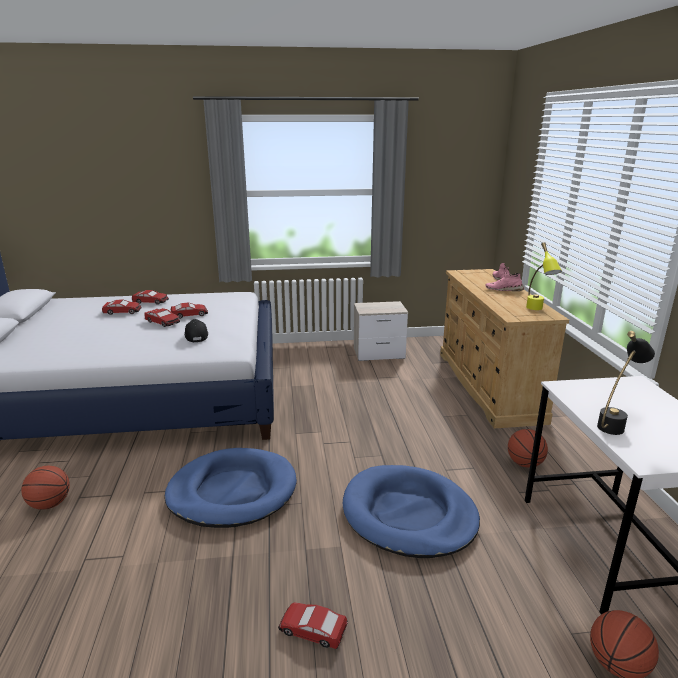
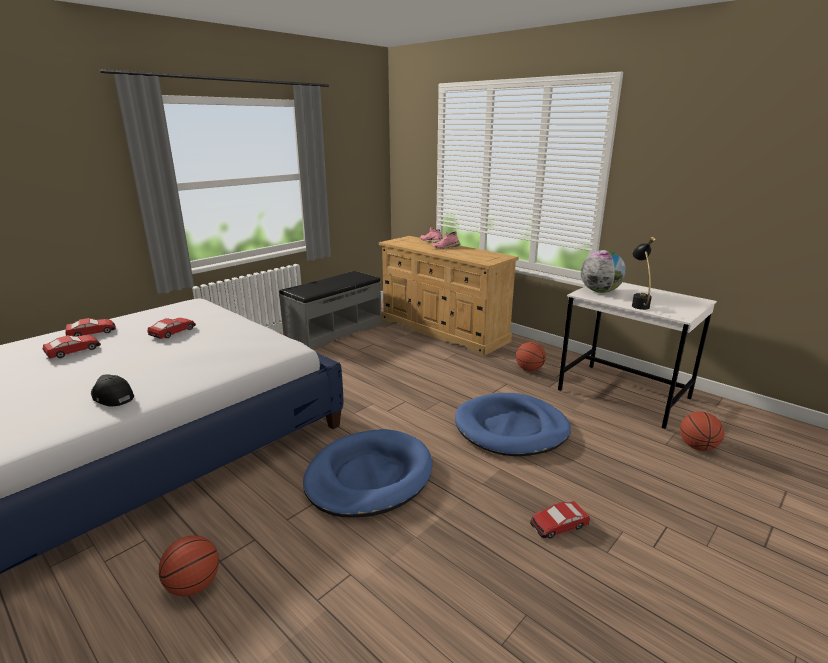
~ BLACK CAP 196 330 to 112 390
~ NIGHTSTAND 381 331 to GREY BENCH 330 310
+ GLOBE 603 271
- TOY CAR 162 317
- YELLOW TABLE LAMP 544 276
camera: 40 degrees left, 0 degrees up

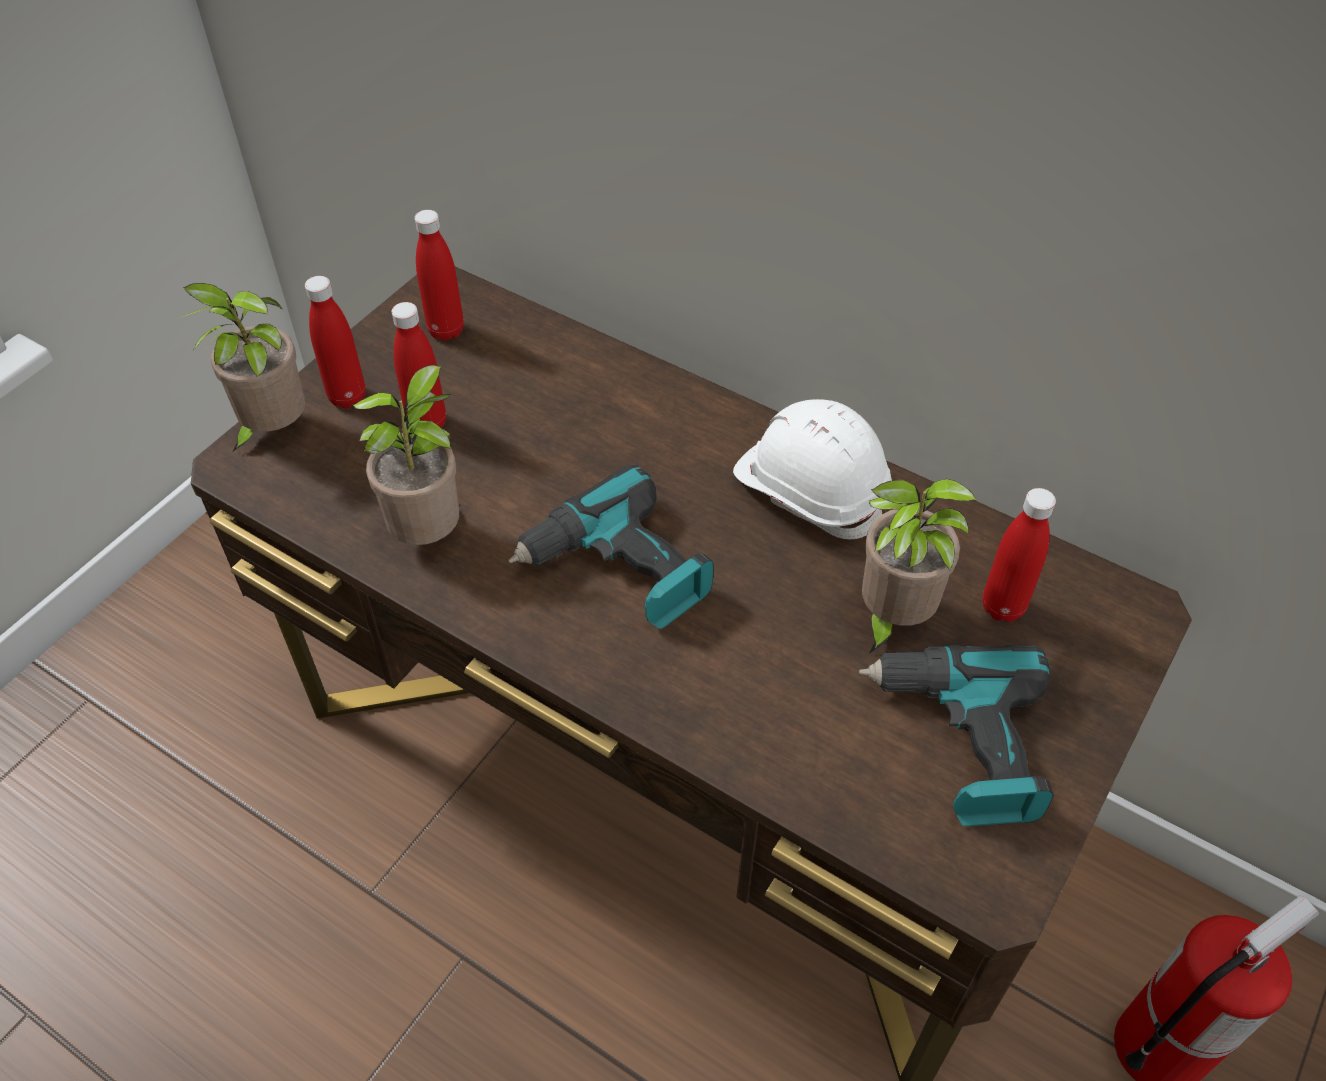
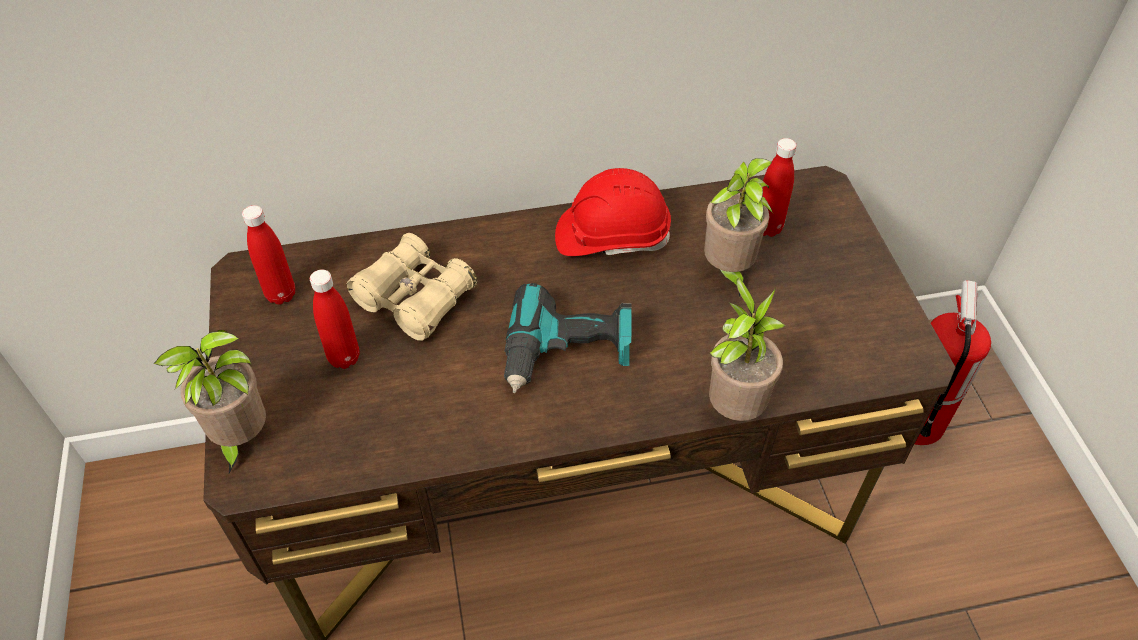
+ BEIGE BINOCULARS 412 287
~ WHITE HARD HAT 812 469 to RED HARD HAT 613 212
~ POTTED PLANT 406 455 to 747 349
- RED BOTTLE 335 342
- POWER DRILL 956 735
camera: 45 degrees left, 0 degrees up

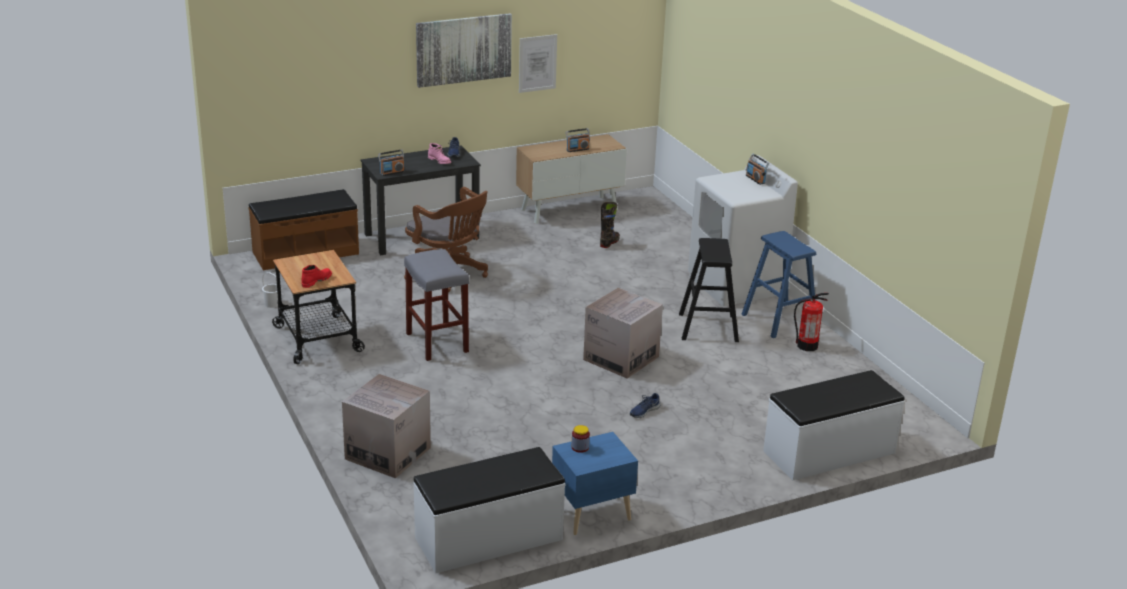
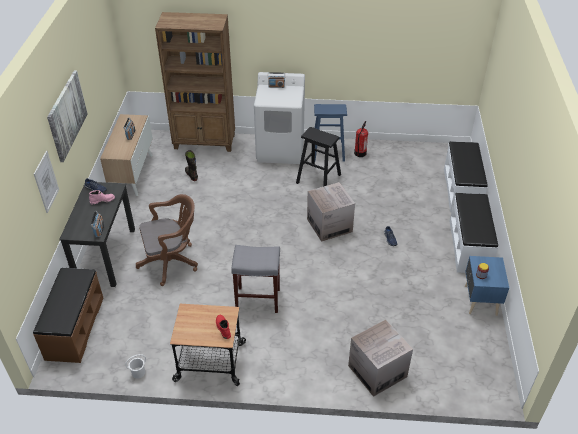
~ PICTURE 538 63 to 46 182
+ BROWN BOOKCASE 195 82
~ WHITE BENCH 489 510 to 473 233
camera: 60 degrees left, 15 degrees up

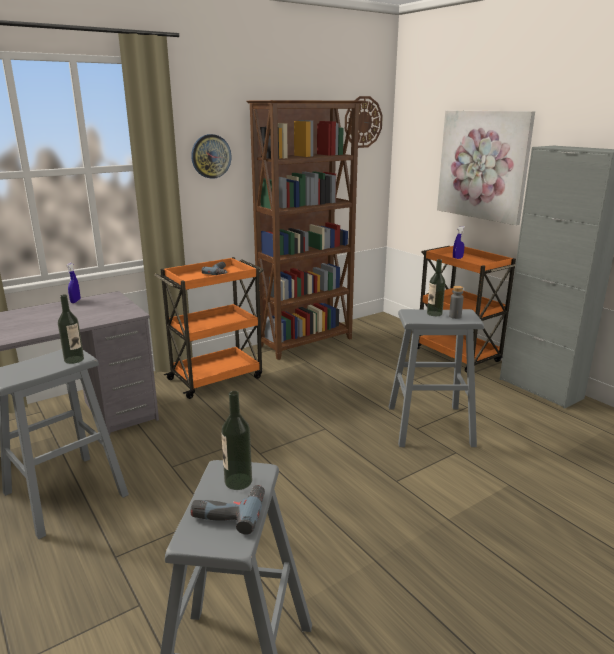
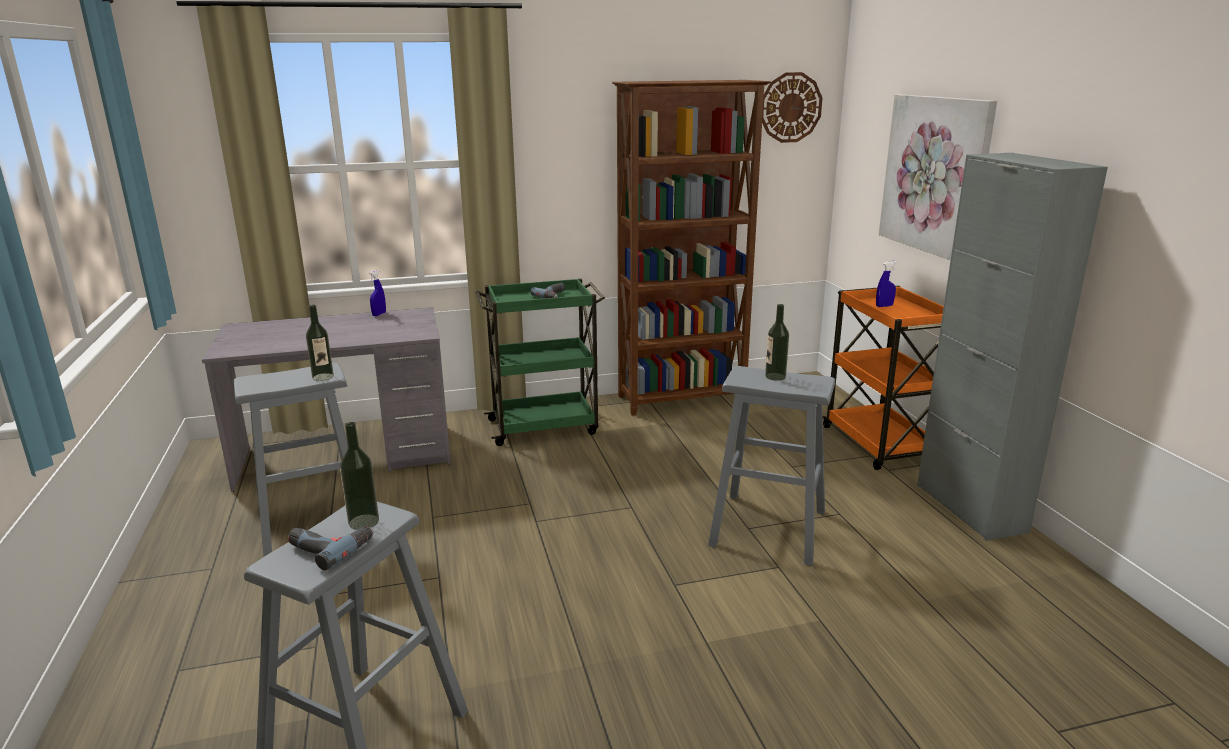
~ ORANGE CART 209 328 to GREEN CART 540 362
- WALL CLOCK 211 156
- GREY BOTTLE 456 302
camera: 20 degrees right, 0 degrees up

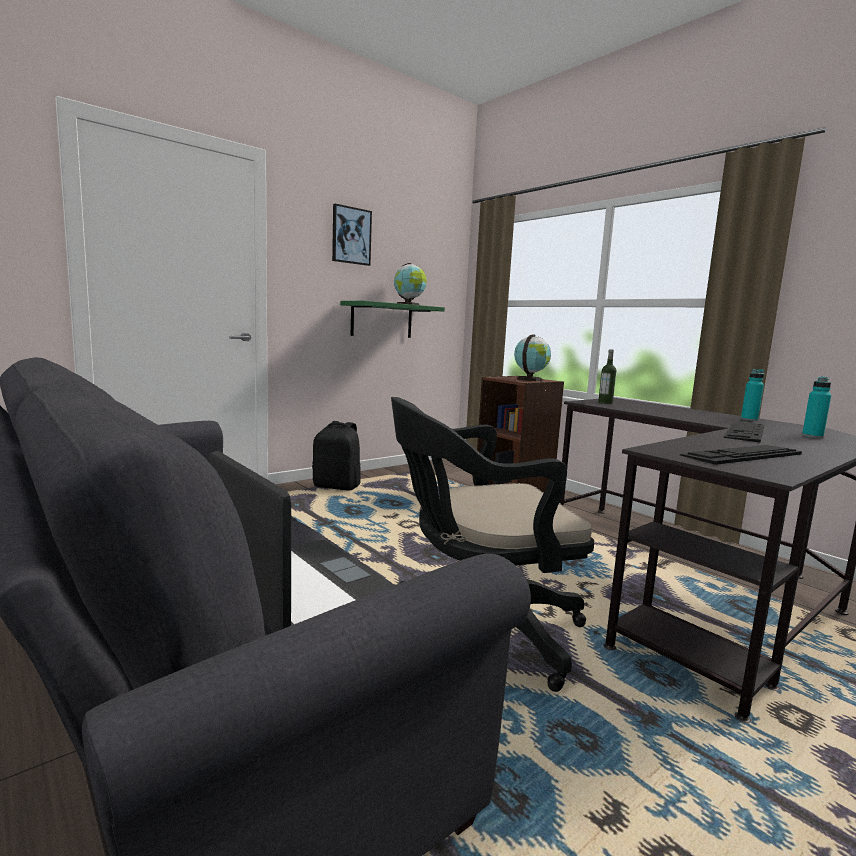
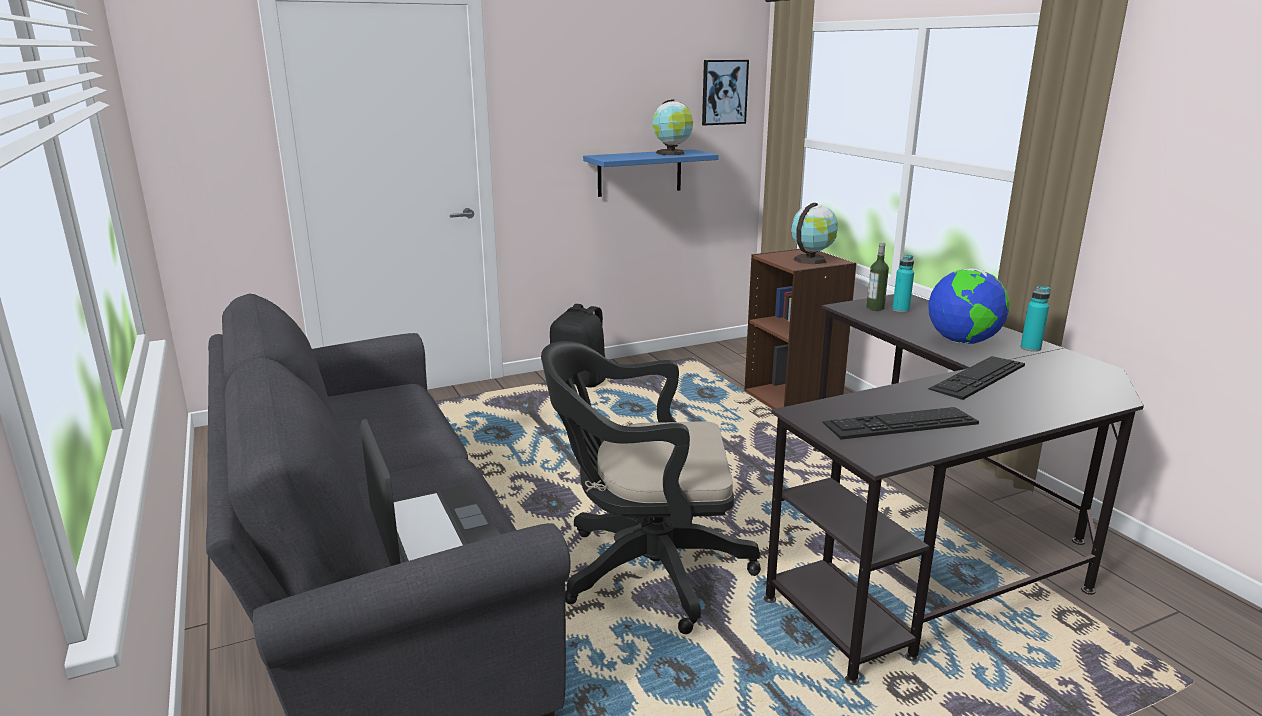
~ GREEN SHELF 392 319 to BLUE SHELF 651 173
~ PICTURE 352 234 to 725 92
~ TURQUOISE BOTTLE 816 407 to 903 284
+ GLOBE 968 306
camera: 15 degrees right, 10 degrees up

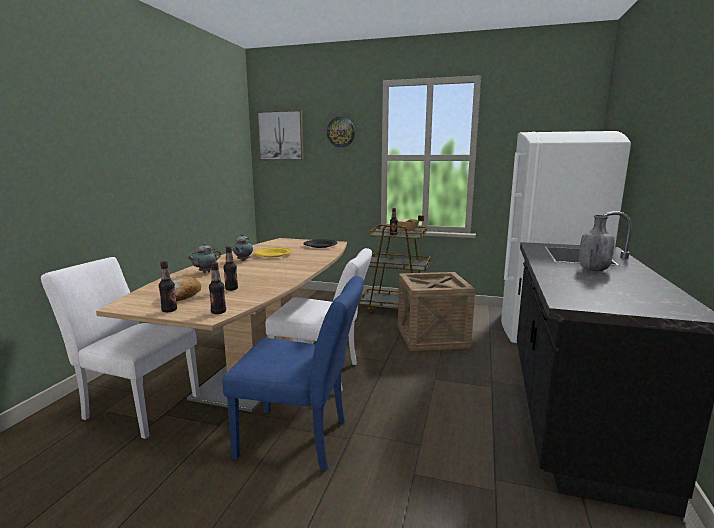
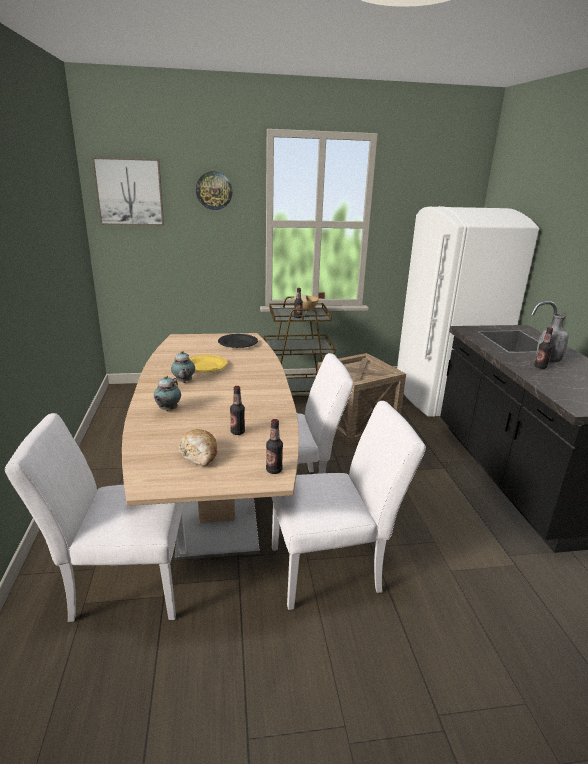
~ BLUE CHAIR 293 373 to WHITE CHAIR 349 505
~ BOTTLE 168 286 to 543 348
camera: 25 degrees left, 10 degrees up

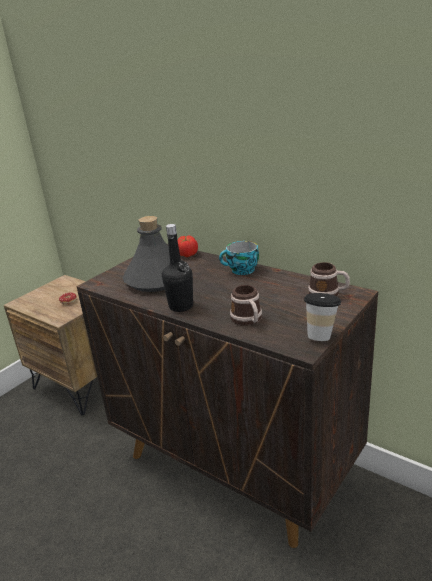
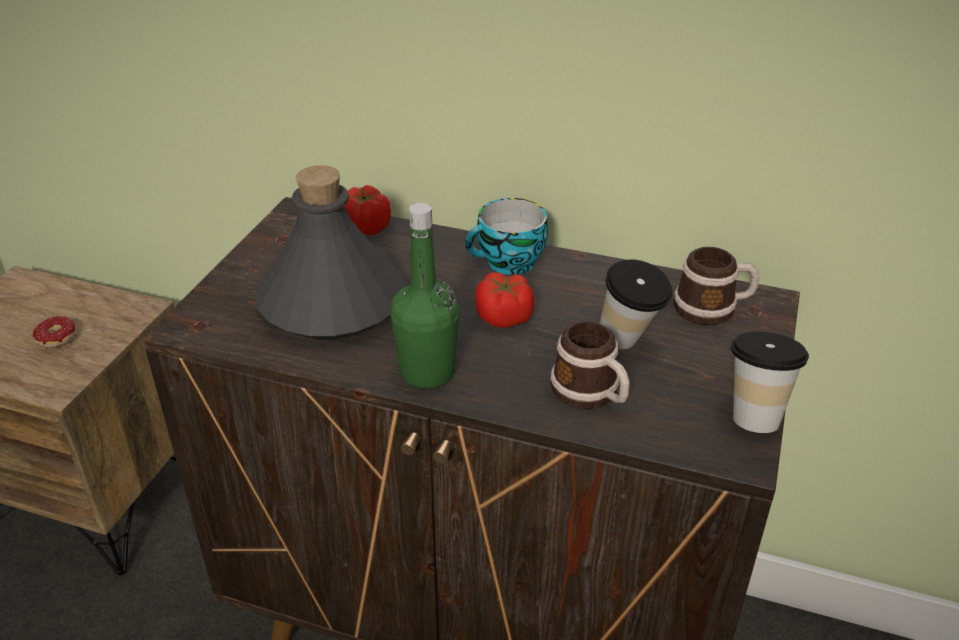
~ BLACK BOTTLE 177 268 to GREEN BOTTLE 424 296
+ TOMATO 505 300
+ CUP 636 304
camera: 20 degrees left, 10 degrees up

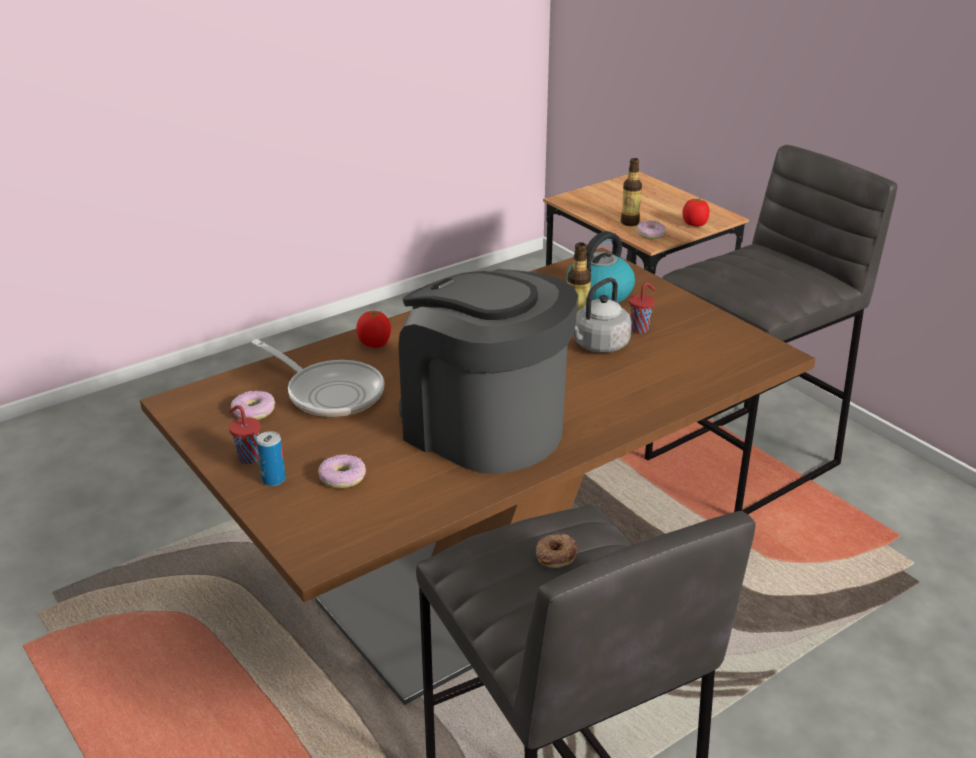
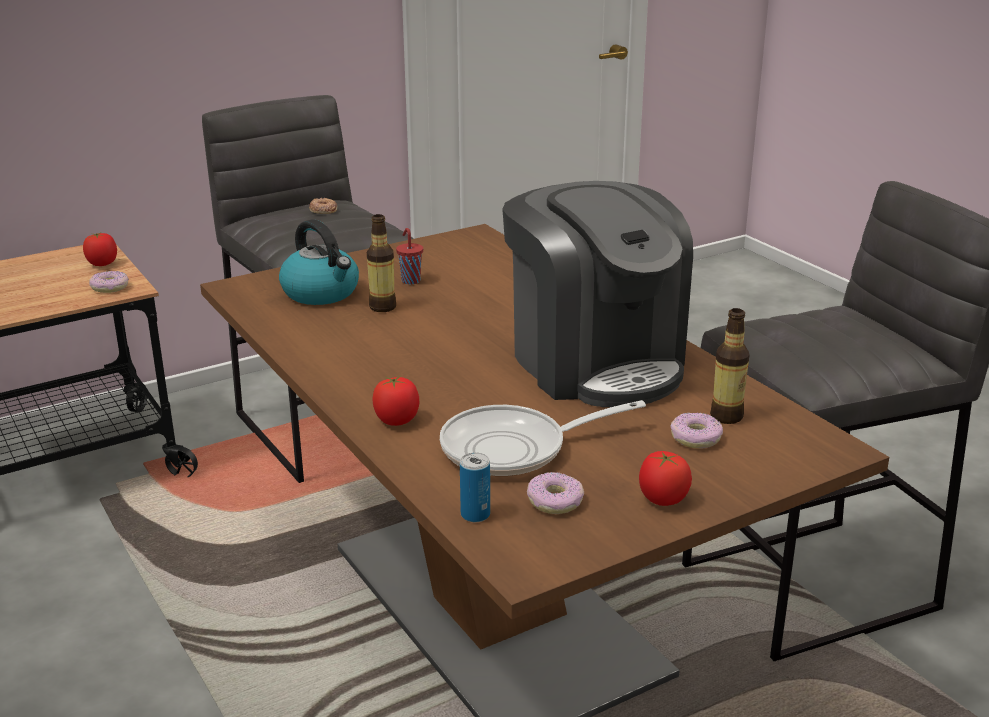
~ DONUT 556 551 to 323 206
~ FRYING PAN 318 378 = 543 438 150 degrees counterclockwise
~ CAN 271 458 to 475 487
~ COFFEE MACHINE 488 371 = 597 294 75 degrees counterclockwise
~ RED CUP 244 434 to TOMATO 665 478
~ BOTTLE 631 192 to 730 366
- GREY KETTLE 603 315
camera: 85 degrees left, 5 degrees down

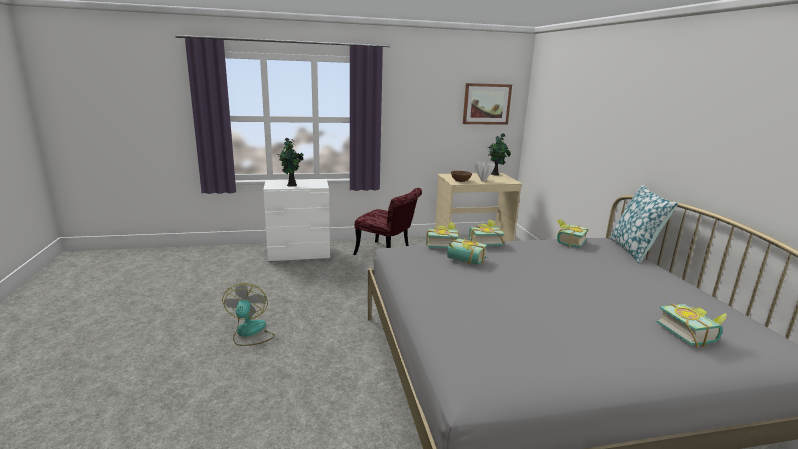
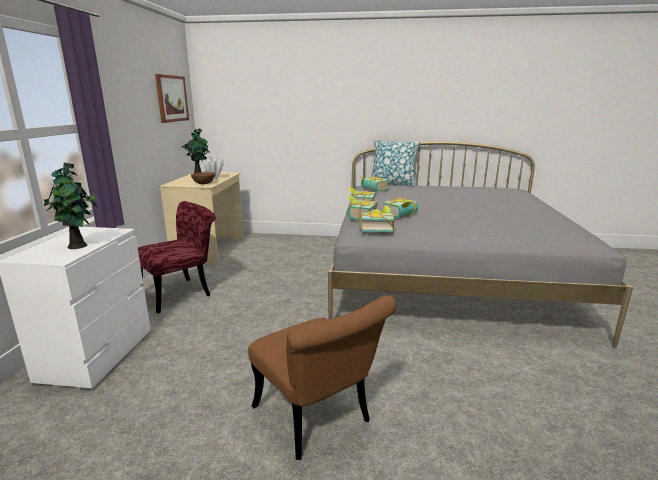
~ FAN 248 314 to BROWN CHAIR 322 377
~ BOOK 692 325 to 377 219
camera: 70 degrees left, 0 degrees up

